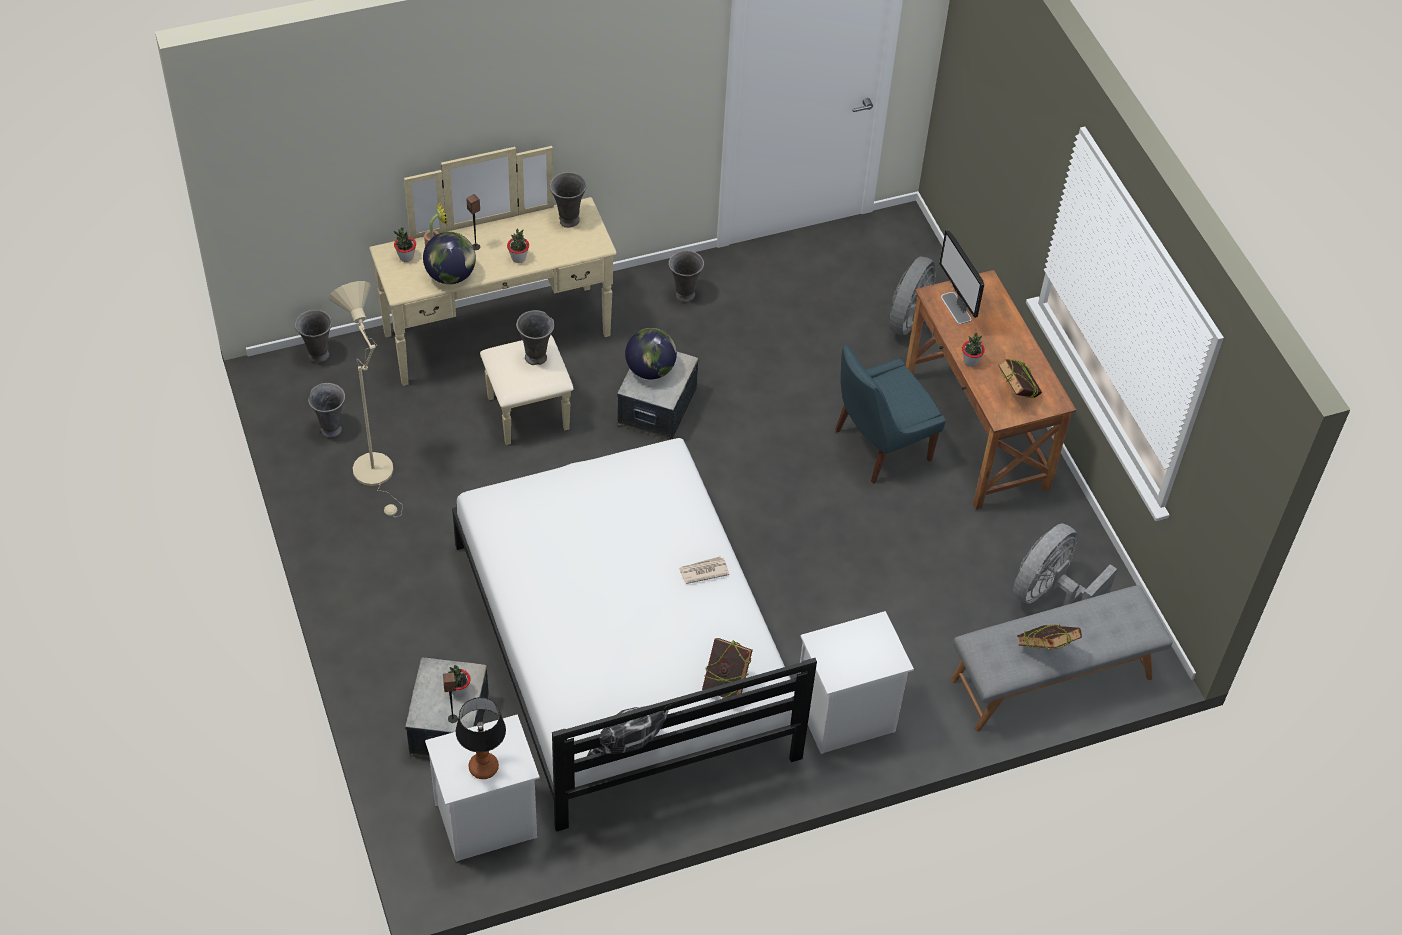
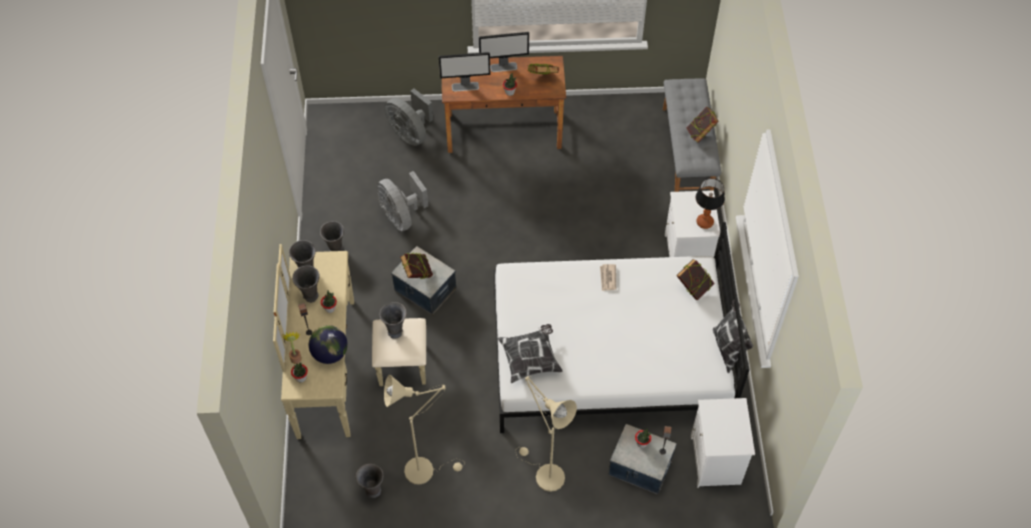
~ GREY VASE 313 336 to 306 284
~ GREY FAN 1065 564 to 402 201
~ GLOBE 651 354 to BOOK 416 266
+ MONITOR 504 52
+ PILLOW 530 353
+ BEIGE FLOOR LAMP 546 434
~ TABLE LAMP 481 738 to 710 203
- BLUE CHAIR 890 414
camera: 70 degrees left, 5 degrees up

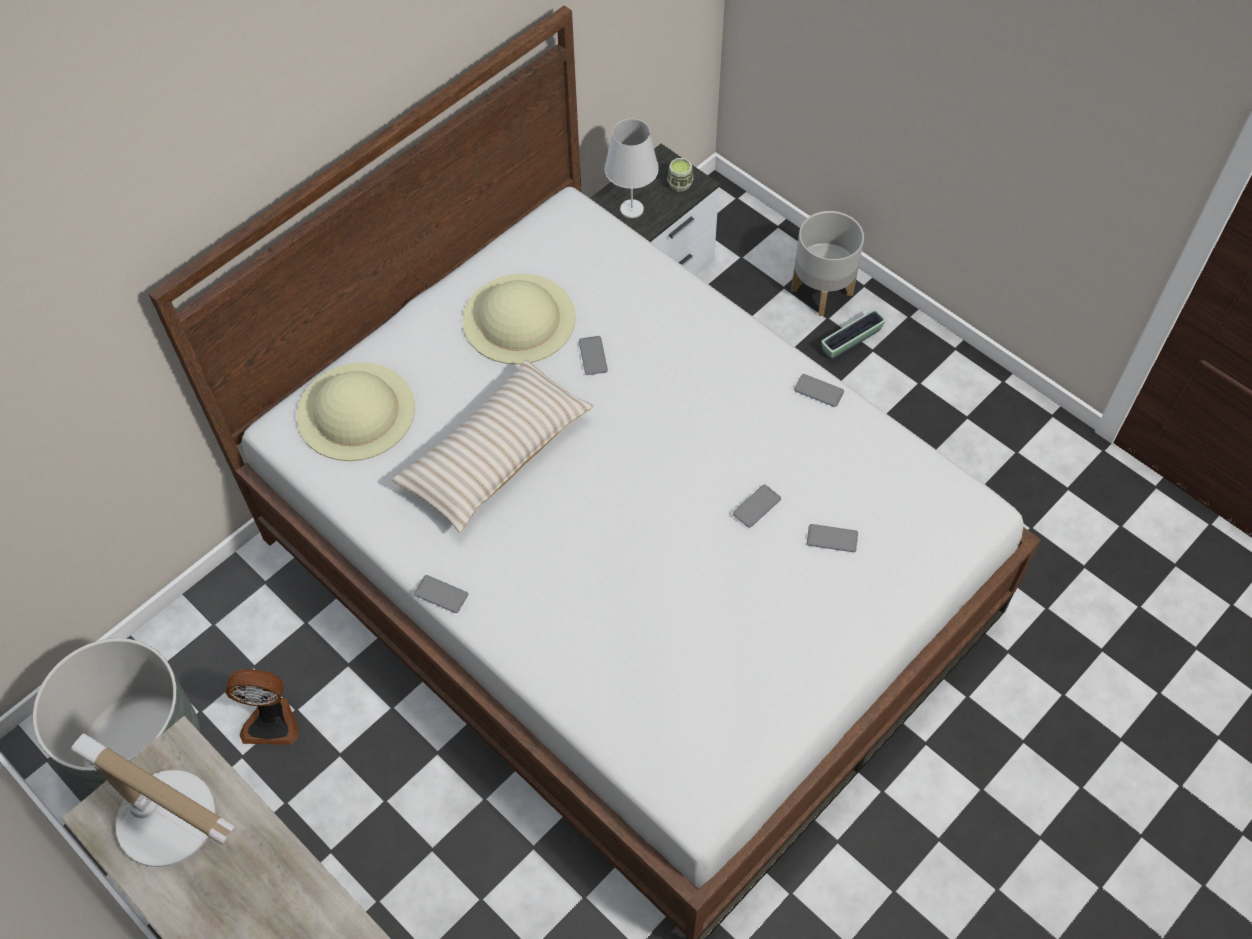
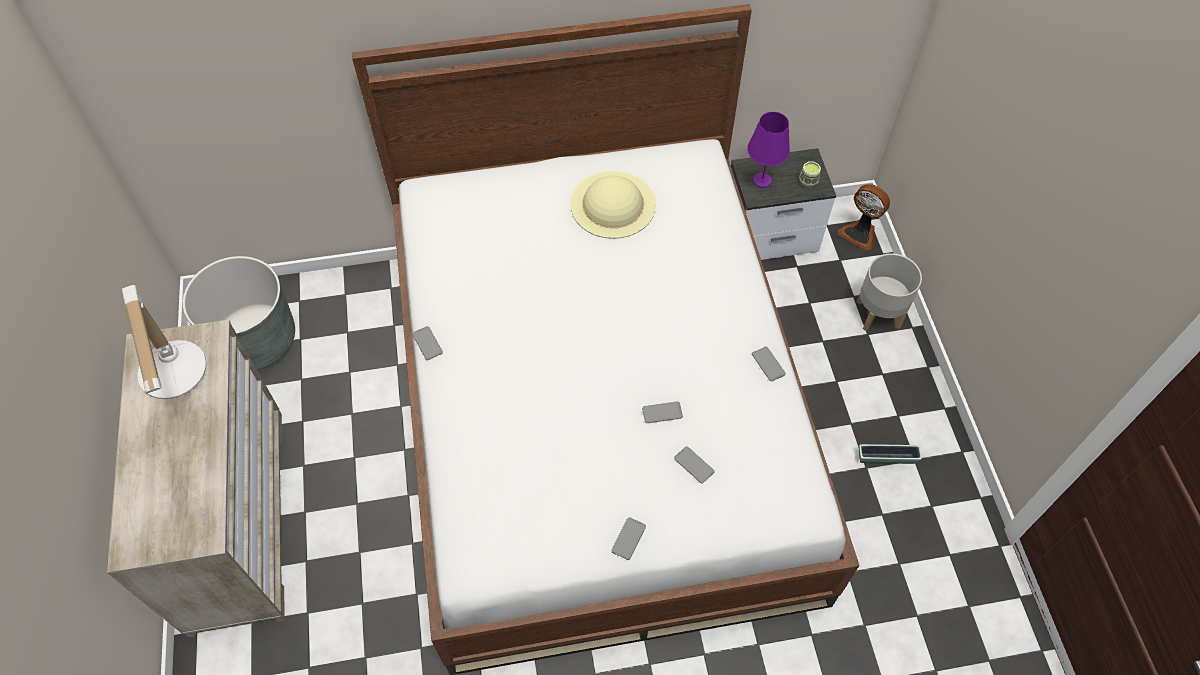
~ PHONE 593 355 to 629 539
~ WHITE TABLE LAMP 631 168 to PURPLE TABLE LAMP 768 150
~ FAN 262 707 to 864 217
~ PLANTER 853 334 to 890 454
- BEIGE HAT 356 412
- BEIGE PILLOW 493 446
camera: 35 degrees right, 0 degrees up

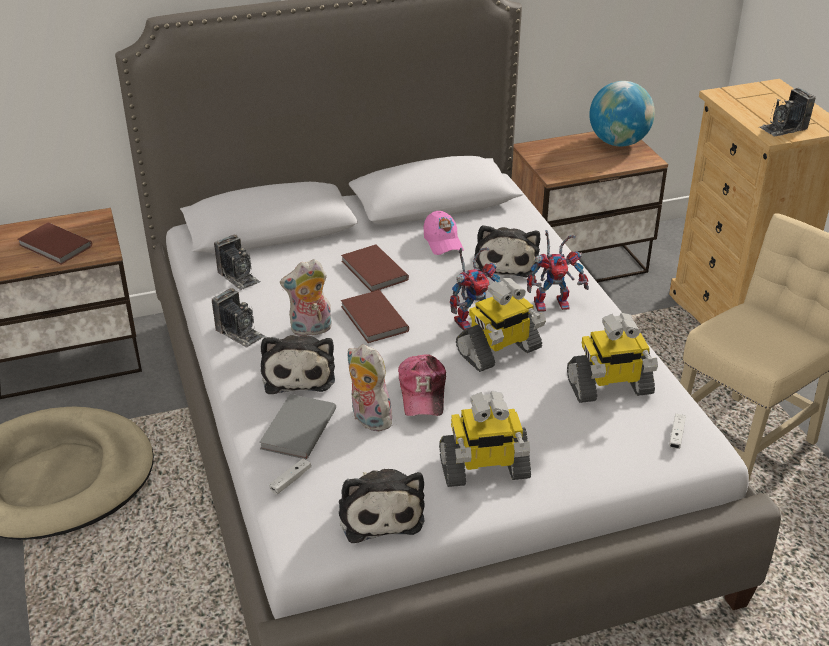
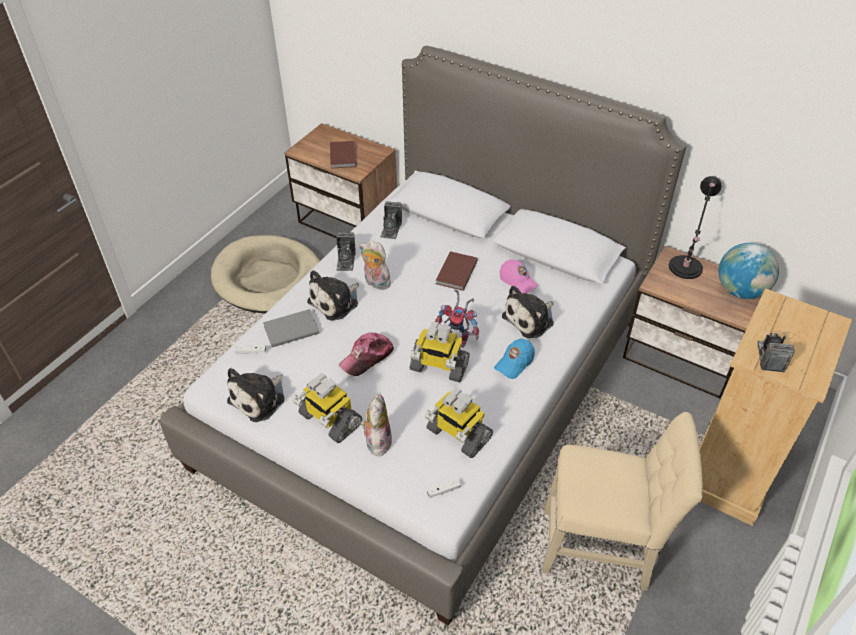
~ PLUSH TOY 370 387 to 376 424
~ TOY ROBOT 558 271 to BLUE CAP 514 359
~ PINK CAP 443 233 = 519 276 75 degrees counterclockwise
+ BLACK TABLE LAMP 695 227
~ PHOTO CAMERA 788 112 = 776 351 75 degrees clockwise
- BROWN BOOK 375 316
camera: 50 degrees right, 10 degrees up

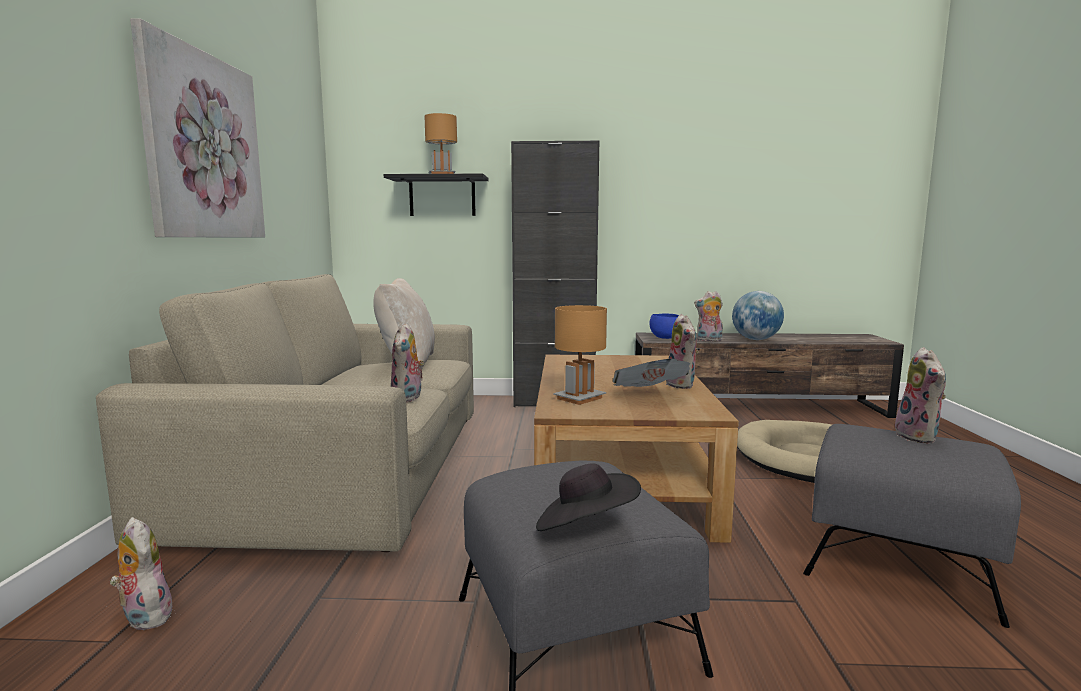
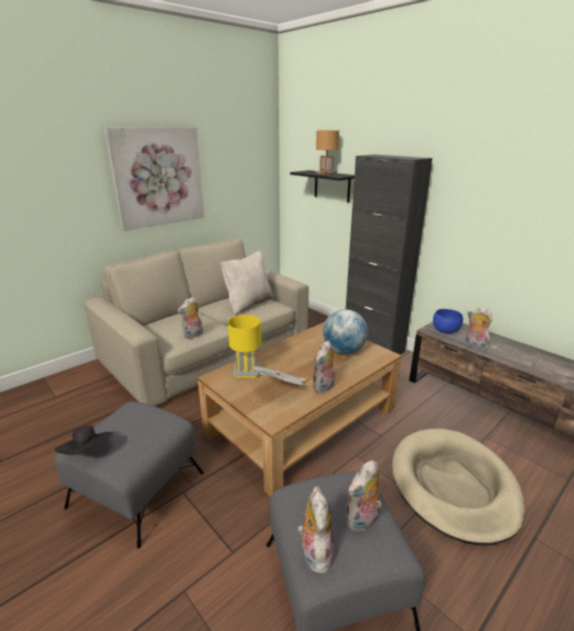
~ BROWN TABLE LAMP 580 355 to YELLOW TABLE LAMP 245 346
~ PLUSH TOY 141 573 to 316 530
~ GLOBE 758 315 to 345 331
camera: 45 degrees right, 15 degrees up

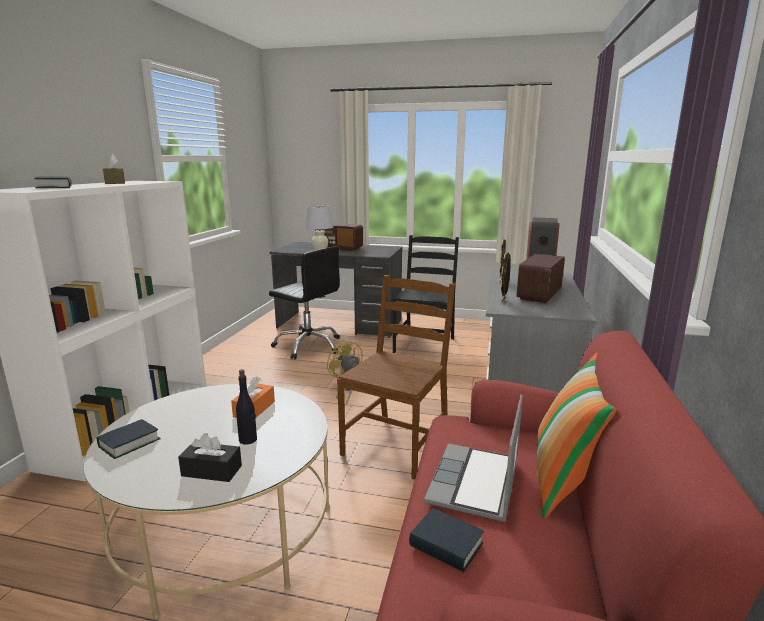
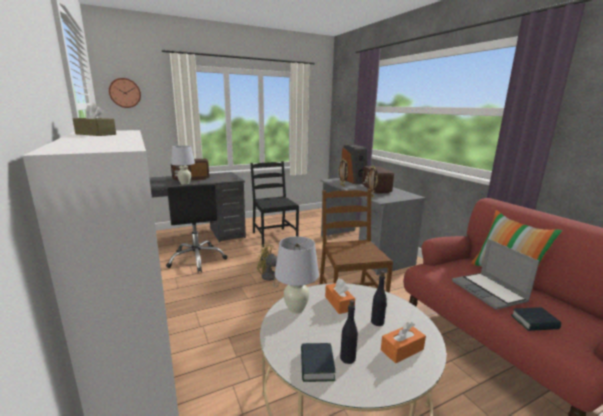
+ WALL CLOCK 125 93
~ BLACK OFFICE CHAIR 304 303 = 197 228 75 degrees clockwise
+ WHITE TABLE LAMP 296 275
+ BLACK BOTTLE 349 332
~ BLACK TISSUE BOX 210 457 to ORANGE TISSUE BOX 403 342
- BOOK 53 182
camera: 40 degrees left, 0 degrees up

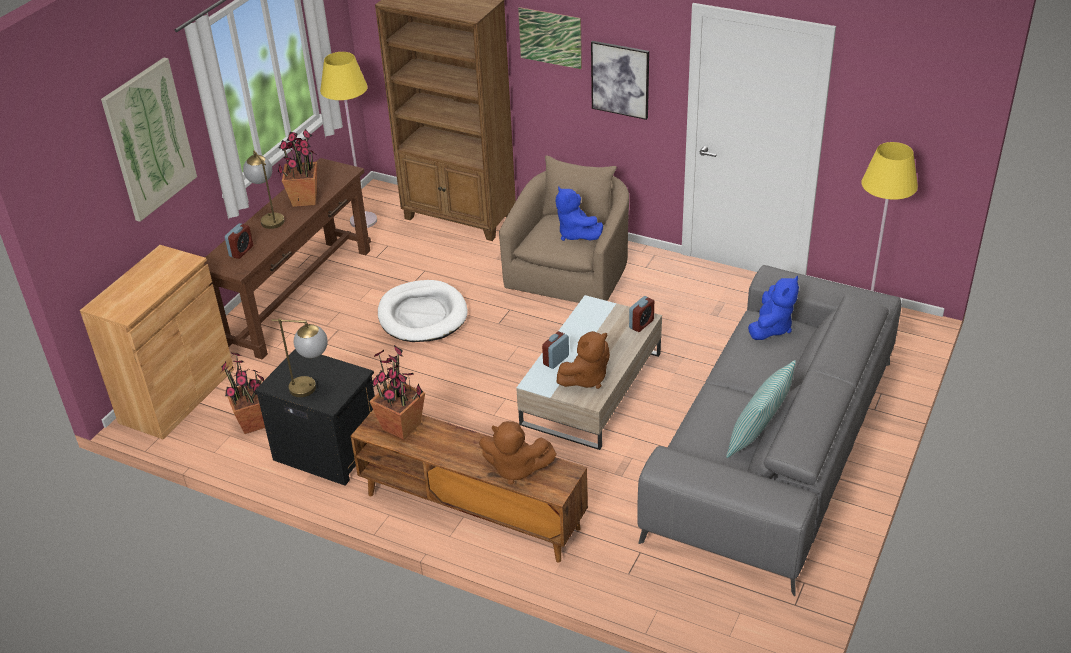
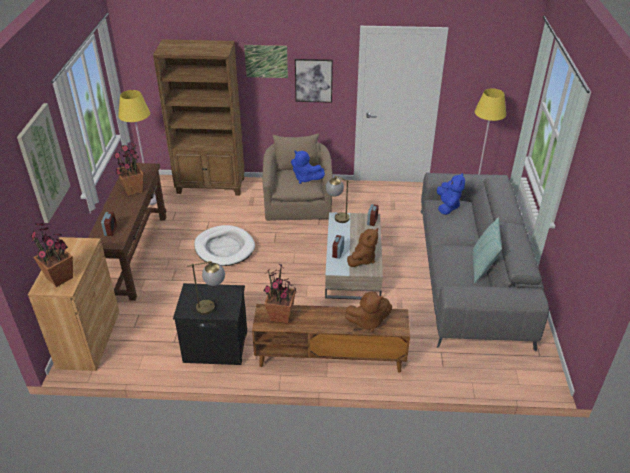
~ POTTED PLANT 243 393 to 52 255
~ TABLE LAMP 263 190 to 339 199
camera: 25 degrees left, 0 degrees up

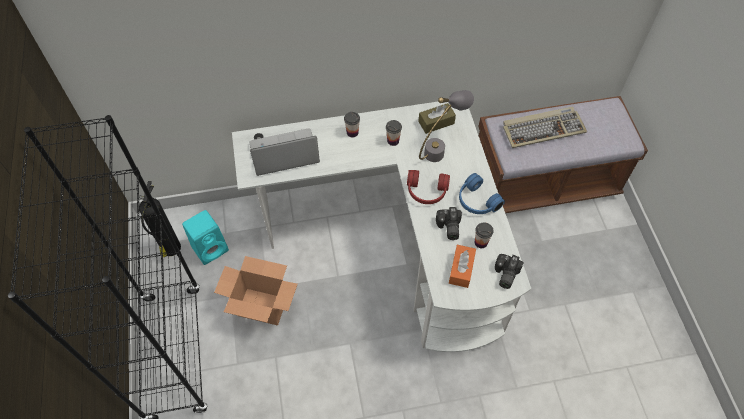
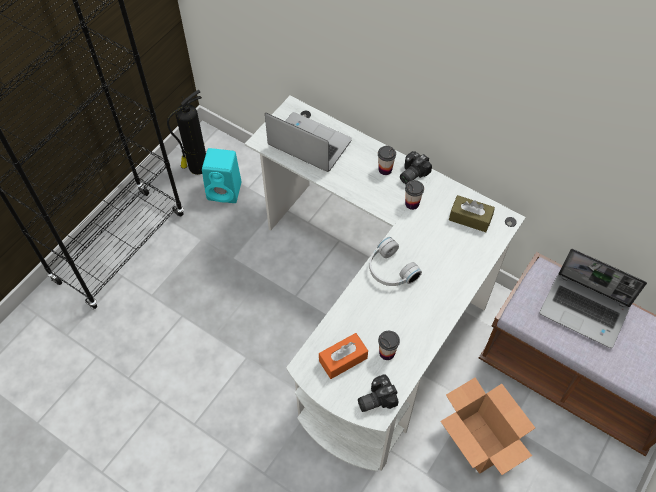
~ RED HEADPHONES 428 187 to WHITE HEADPHONES 395 261
~ PHOTO CAMERA 449 223 to 416 167
~ CARDBOARD BOX 256 291 to 487 426
~ KEYBOARD 545 127 to LAPTOP 593 298
- GREY TABLE LAMP 446 126
- BLUE HEADPHONES 482 193
camera: 45 degrees right, 0 degrees up

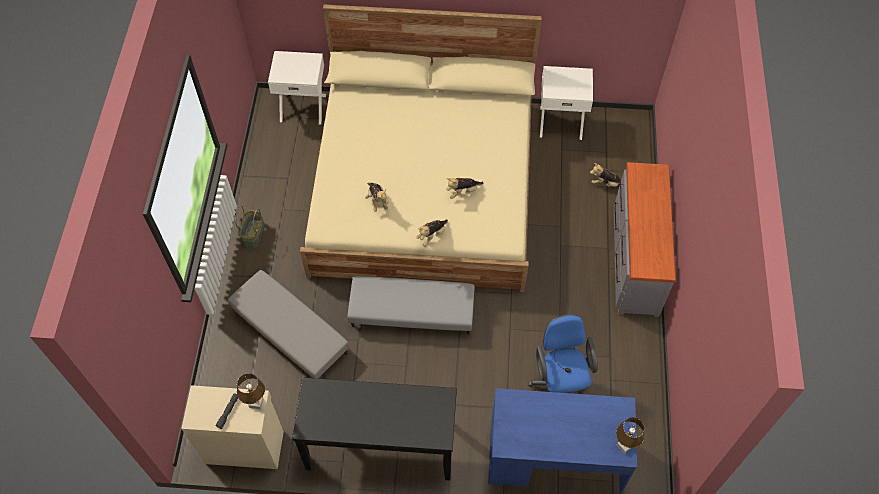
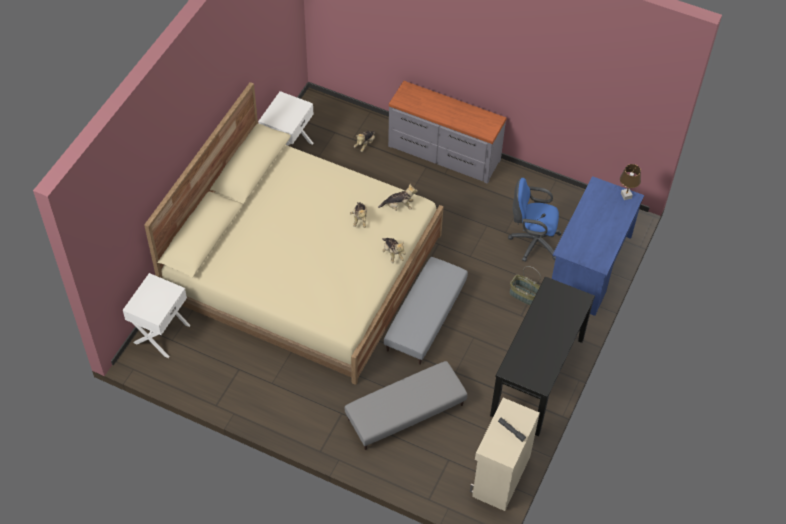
~ PLUSH TOY 377 197 to 398 197
~ BASKET 250 227 to 525 286
- BROWN TABLE LAMP 251 391
camera: 70 degrees left, 5 degrees down

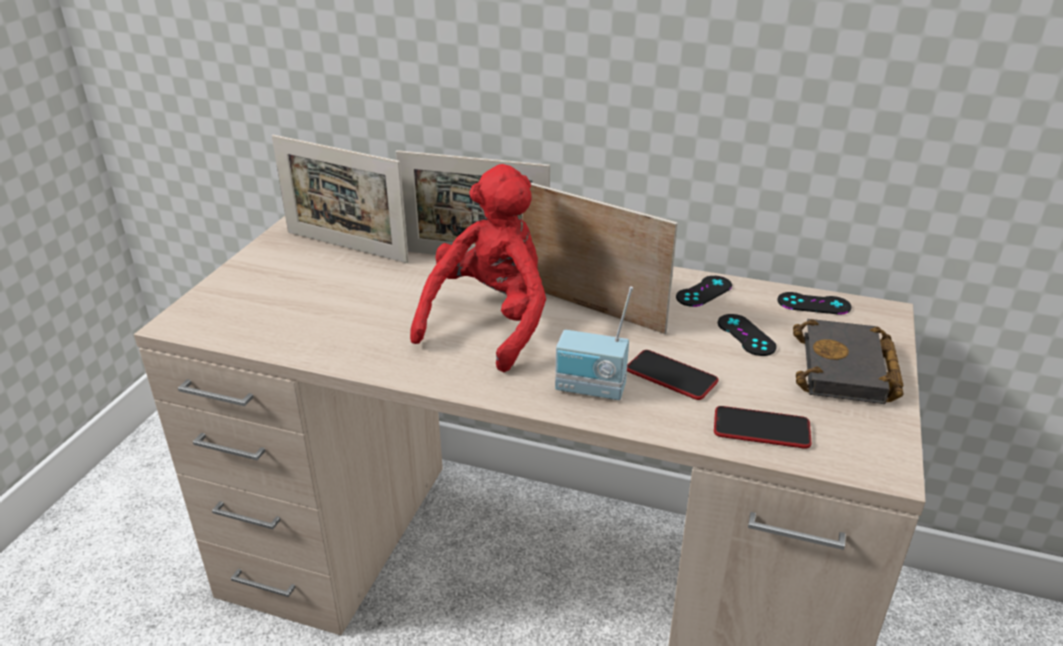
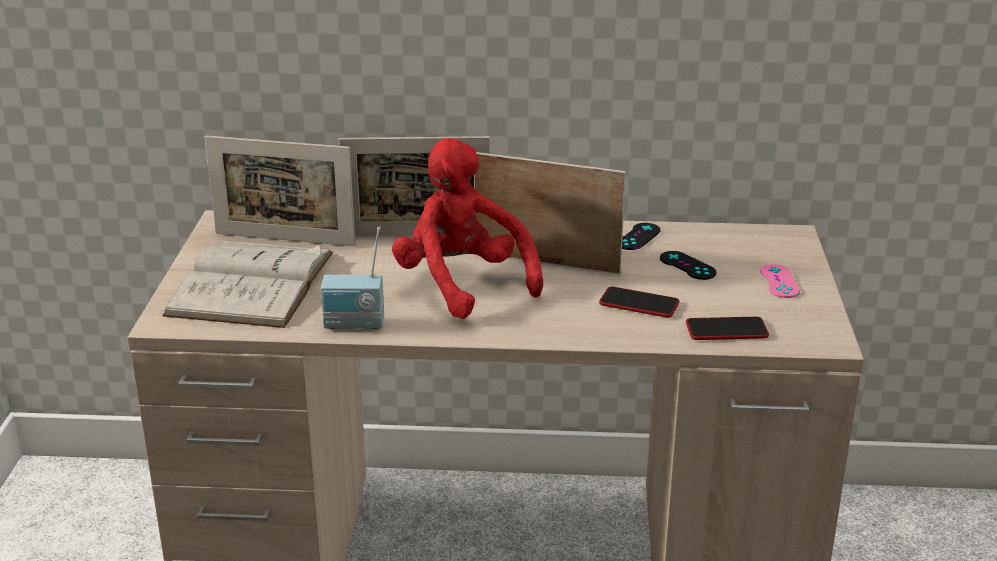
+ WHITE BOOK 247 284
~ RADIO 594 343 to 352 278
~ RED PLUSH TOY 478 268 = 467 228 45 degrees counterclockwise
~ BLACK BOOK 848 361 to PINK GAME CONTROLLER 780 281
- BLACK GAME CONTROLLER 814 303
camera: 15 degrees left, 5 degrees down

